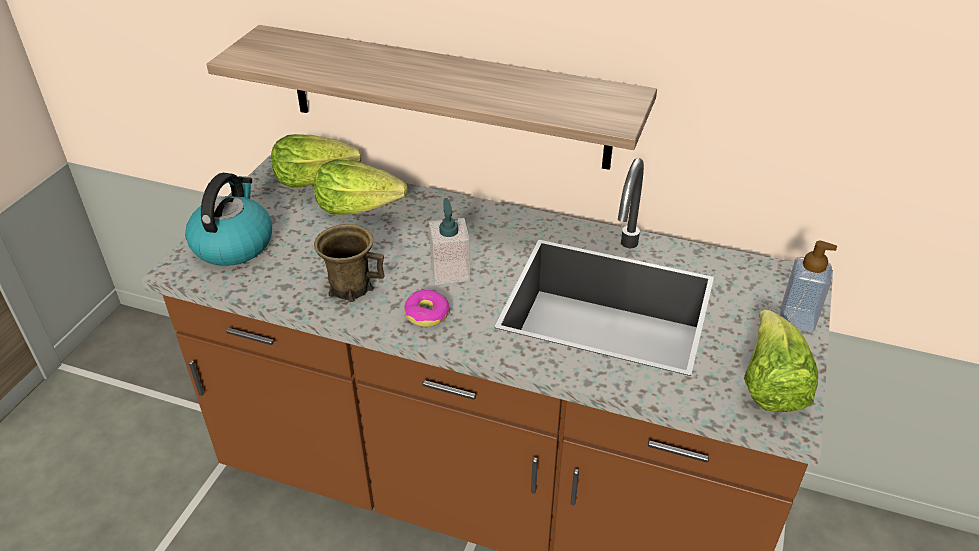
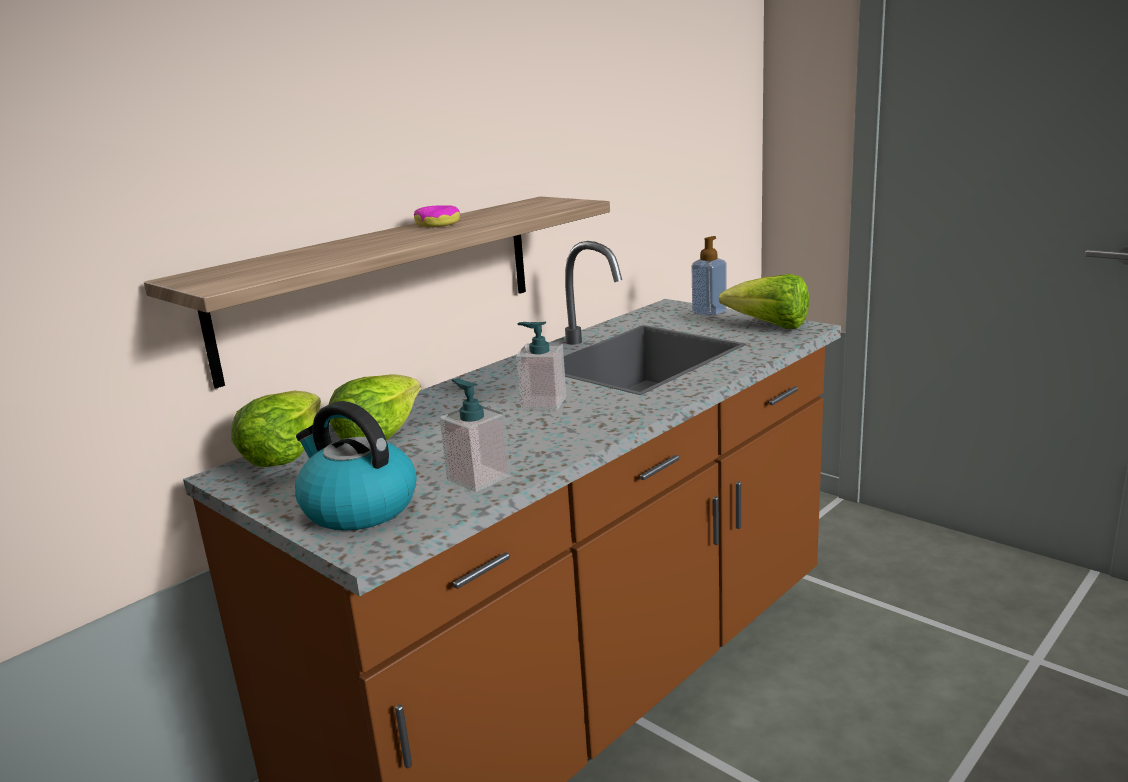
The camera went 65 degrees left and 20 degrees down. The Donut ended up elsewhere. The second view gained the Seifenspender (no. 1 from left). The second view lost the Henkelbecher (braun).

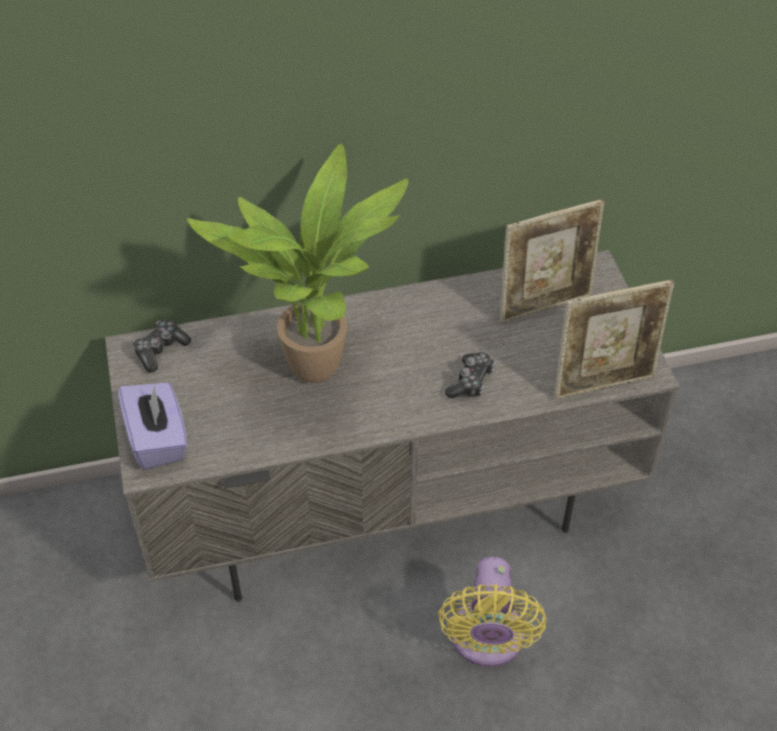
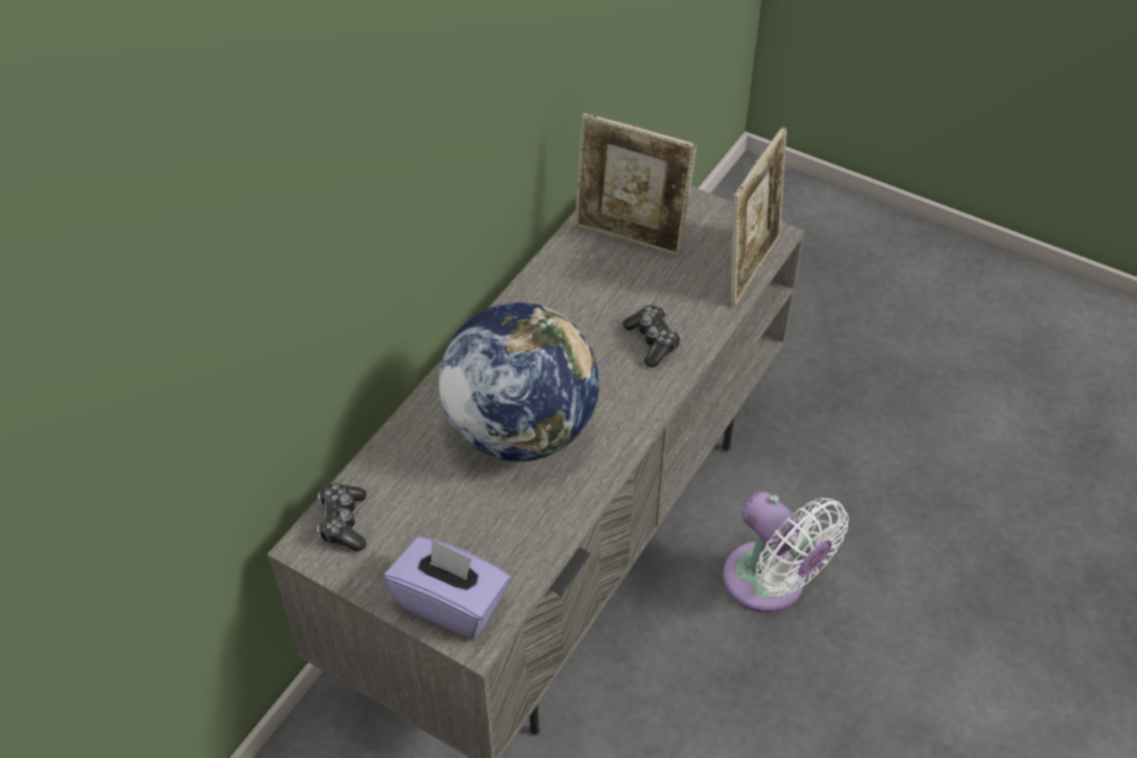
The camera went 45 degrees left and 0 degrees up. Where the Topfpflanze stood, the Globus came to stand. The Bilderrahmen (no. 1 from left) ended up facing another way, 90 degrees clockwise from before. What was the Ventilator (gelb) turned into the Ventilator (weiß).

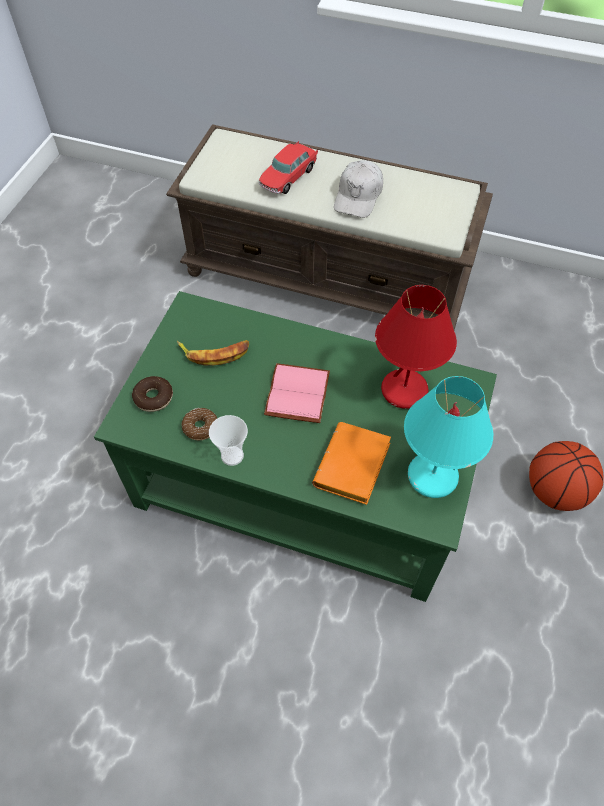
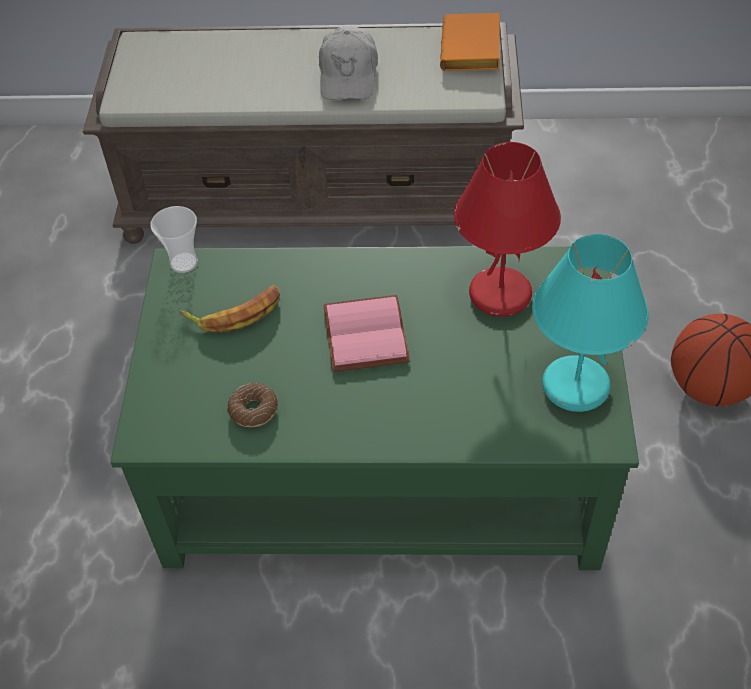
The camera went 15 degrees left and 5 degrees down. The Tasse ended up elsewhere. The Buch (orange) ended up elsewhere. The second view lost the Donut (no. 1 from left). The second view lost the Spielzeugauto.

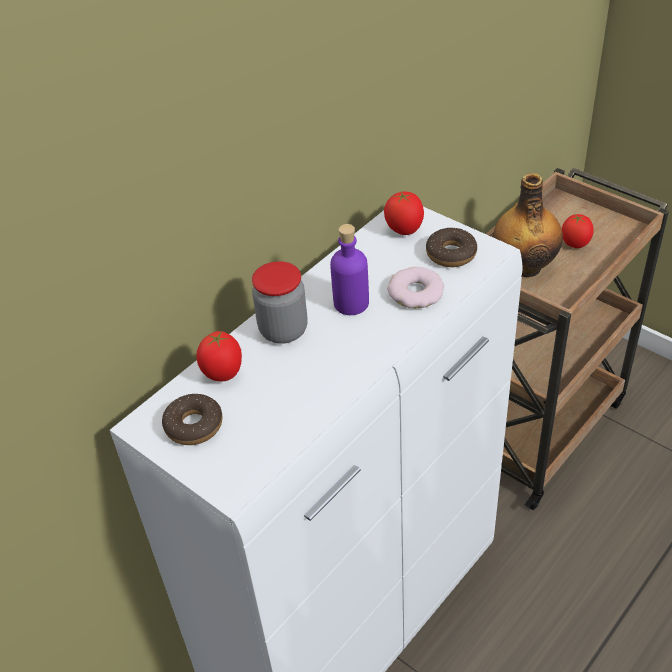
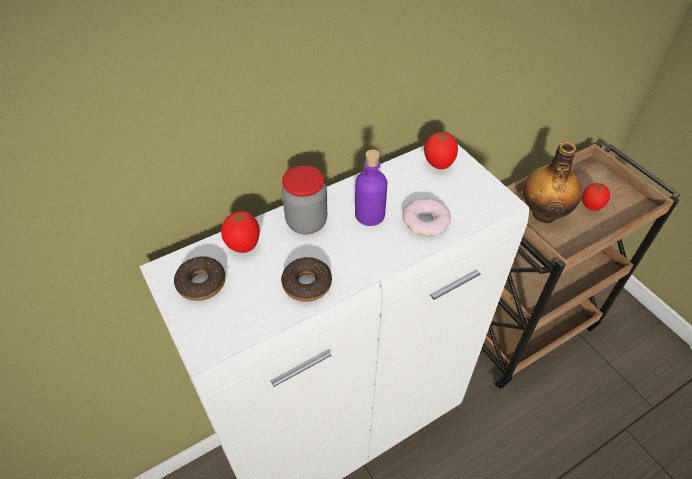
The camera went 15 degrees right and 5 degrees up. The Donut (no. 3 from left in the first image) ended up elsewhere.

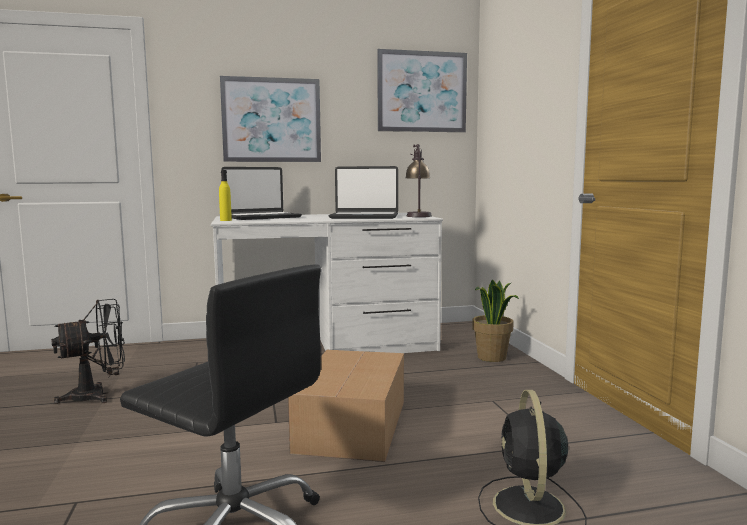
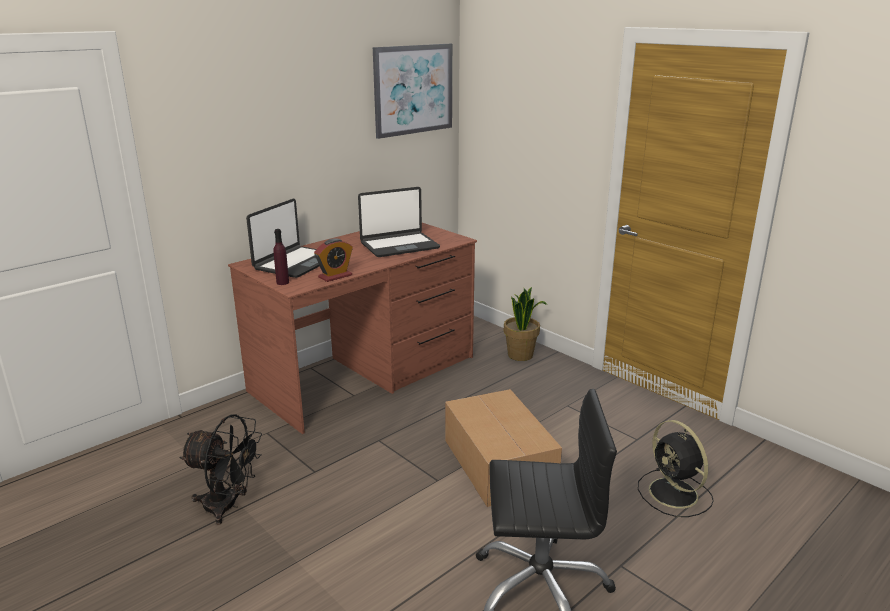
The camera went 30 degrees left and 15 degrees up. The Ventilator (schwarz) (no. 1 from left) ended up facing another way, 75 degrees clockwise from before. What was the Schreibtisch (weiß) turned into the Schreibtisch (braun). What was the Flasche (gelb) turned into the Flasche (lila). The second view gained the Wecker. The second view lost the Bild (no. 1 from left). The second view lost the Tischlampe.

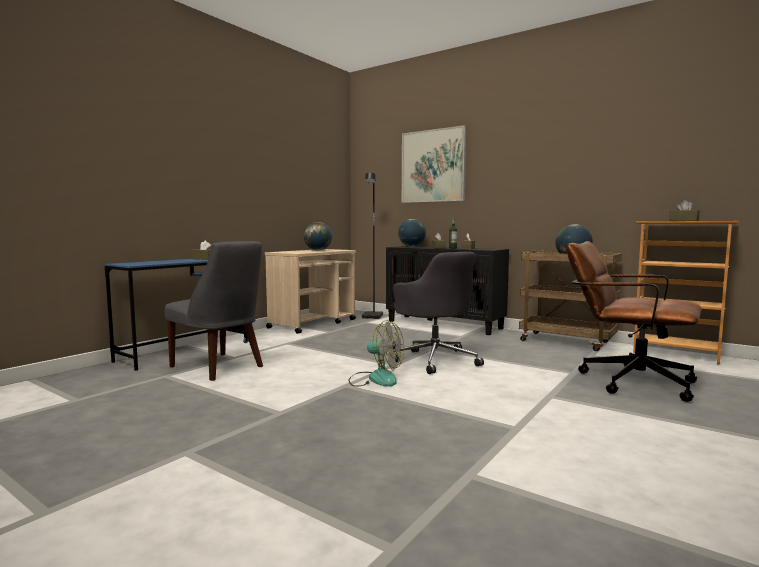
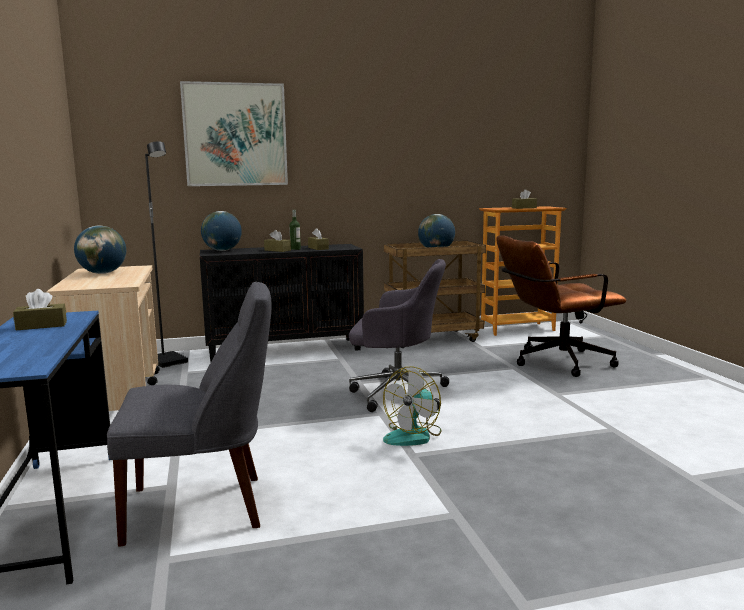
The camera went 50 degrees left and 5 degrees up. The Ventilator ended up facing another way, 150 degrees clockwise from before.

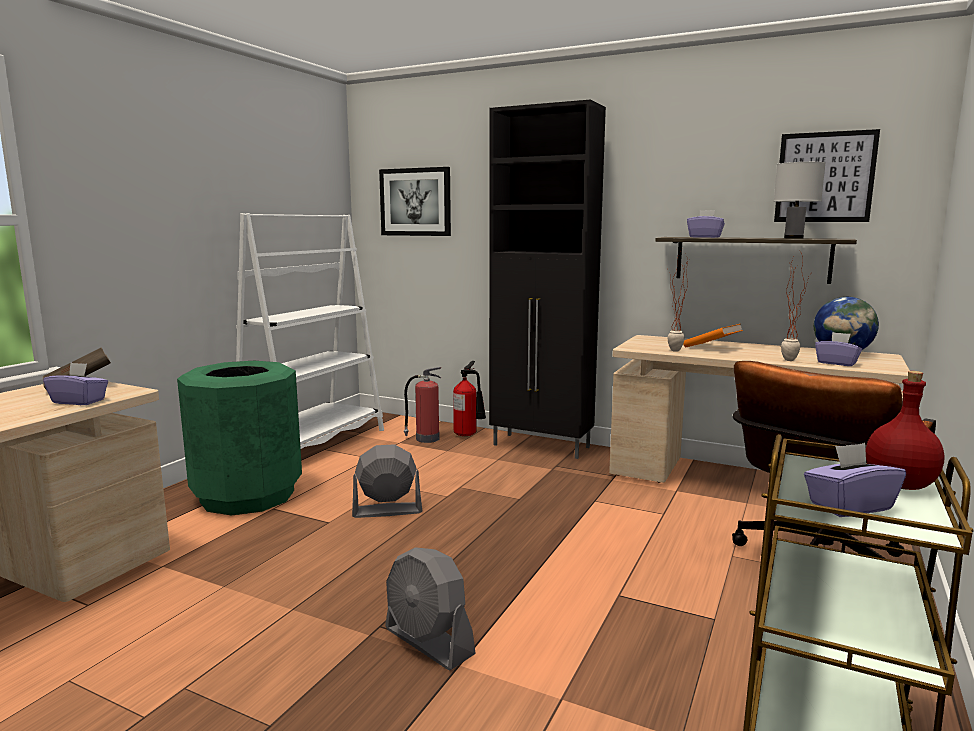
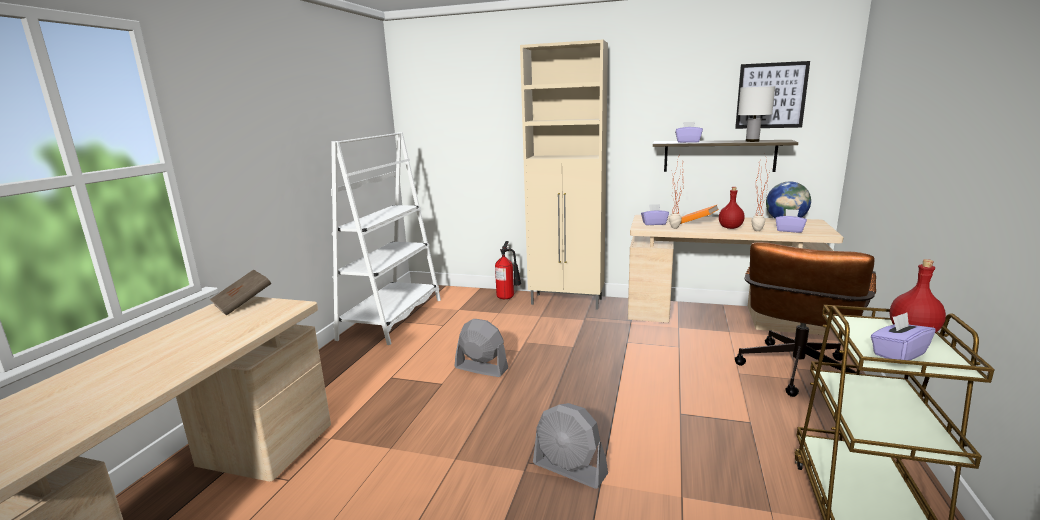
The camera went 10 degrees left and 5 degrees up. The Ventilator (grau) (no. 1 from left) ended up facing another way, 45 degrees clockwise from before. What was the Schrank (schwarz) turned into the Schrank (beige). The Taschentuchbox (lila) (no. 1 from left) ended up elsewhere. The second view gained the Flasche (rot) (no. 1 from left). The second view lost the Mülleimer (grün). The second view lost the Bild (no. 1 from left). The second view lost the Feuerlöscher (no. 1 from left).

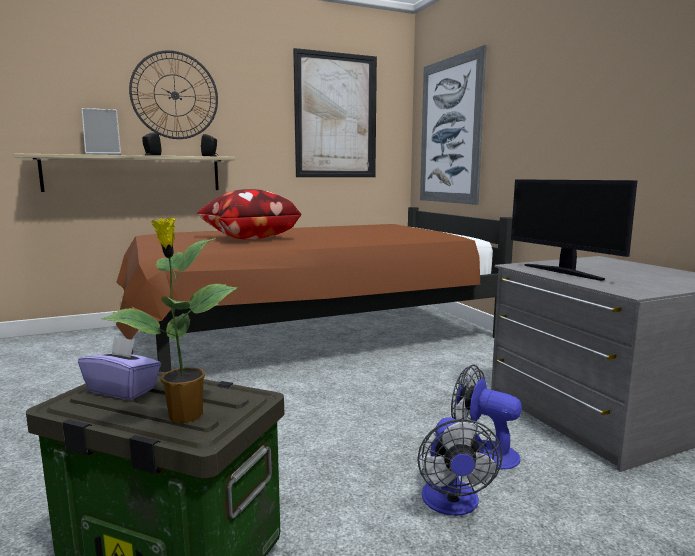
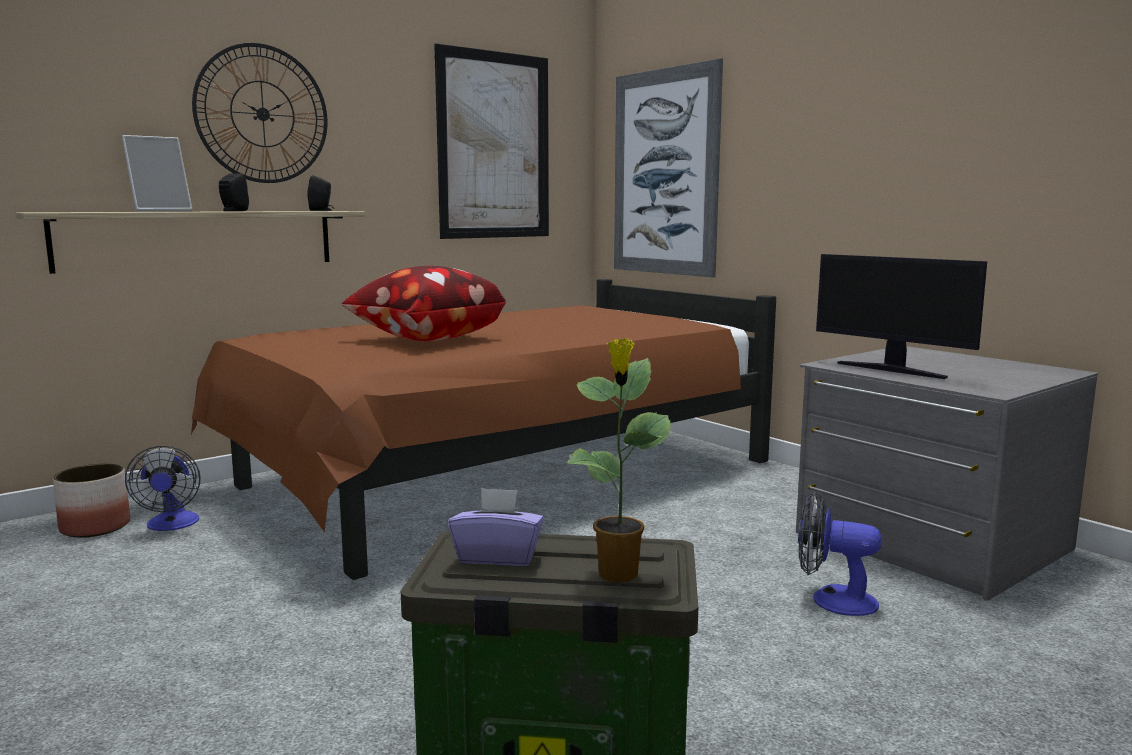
The camera went 15 degrees left and 0 degrees up. The second view gained the Pflanzkübel. The Ventilator (no. 1 from left) ended up elsewhere.

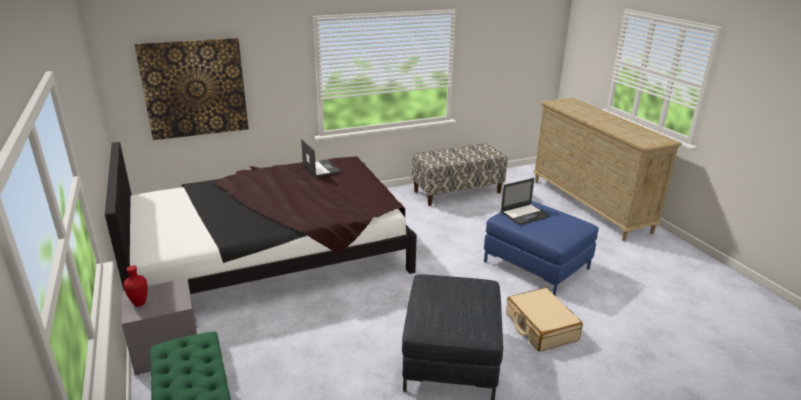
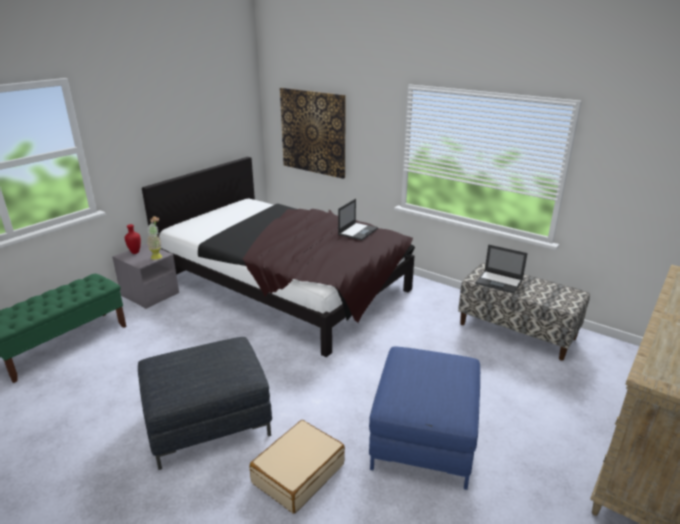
The camera went 60 degrees right and 0 degrees up. The second view gained the Topfpflanze. The Laptop (no. 2 from left) ended up elsewhere.

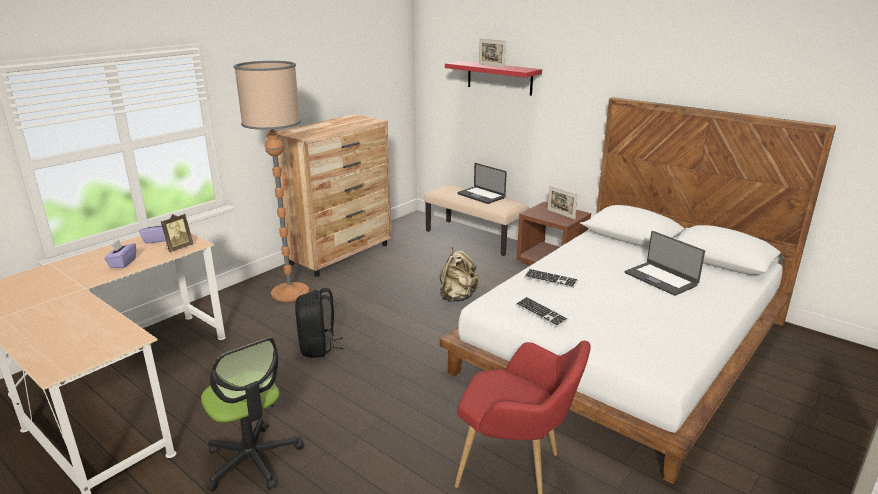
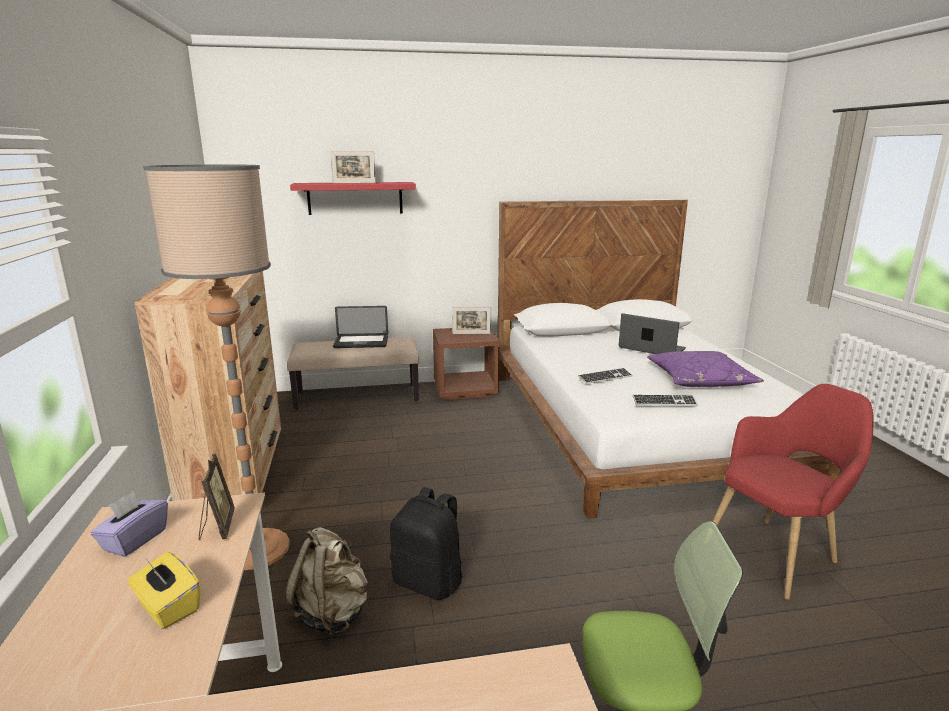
The camera went 50 degrees left and 5 degrees down. What was the Taschentuchbox (lila) (no. 1 from left) turned into the Taschentuchbox (gelb). The Rucksack (beige) ended up elsewhere. The Laptop (no. 2 from left) ended up facing another way, 150 degrees counterclockwise from before. The second view gained the Kissen (lila).

